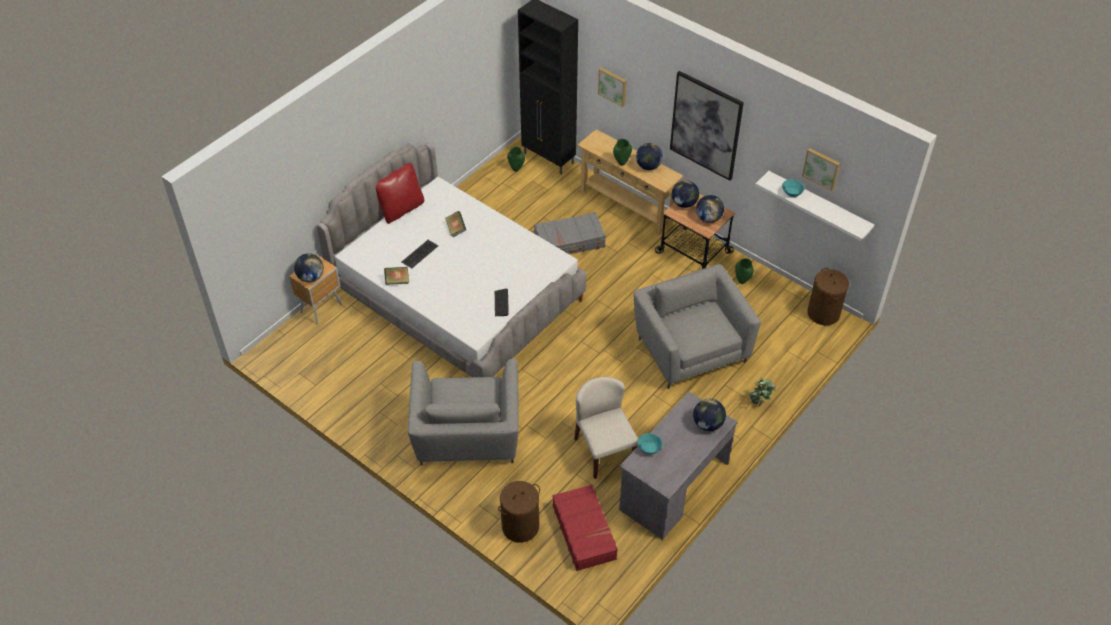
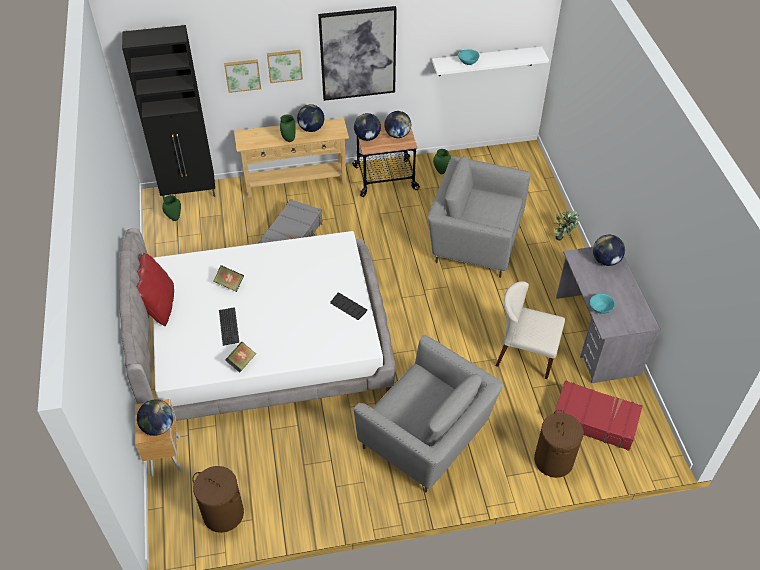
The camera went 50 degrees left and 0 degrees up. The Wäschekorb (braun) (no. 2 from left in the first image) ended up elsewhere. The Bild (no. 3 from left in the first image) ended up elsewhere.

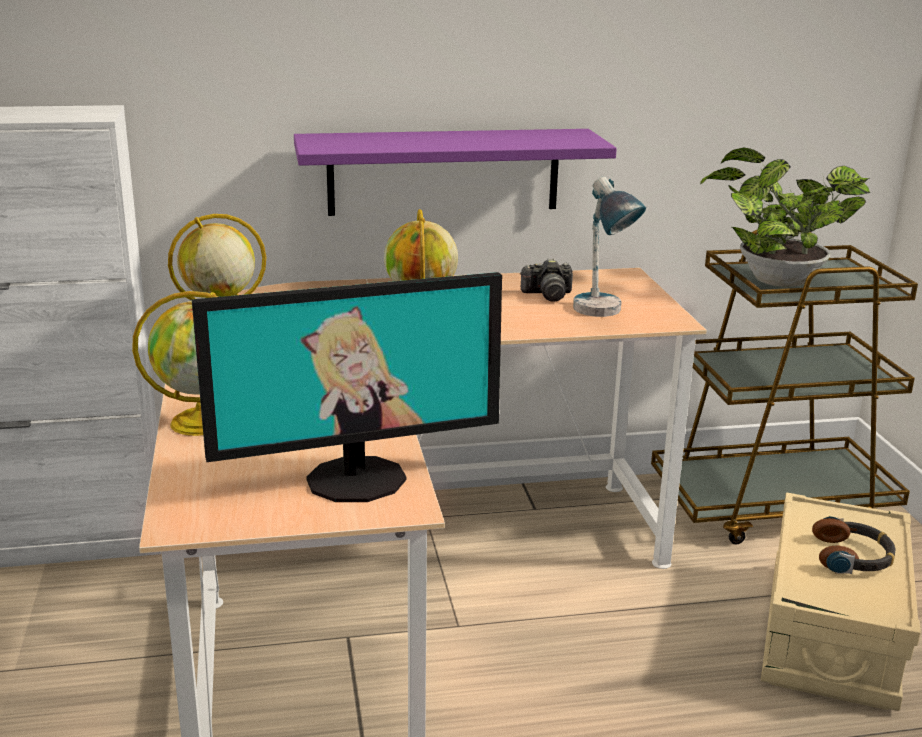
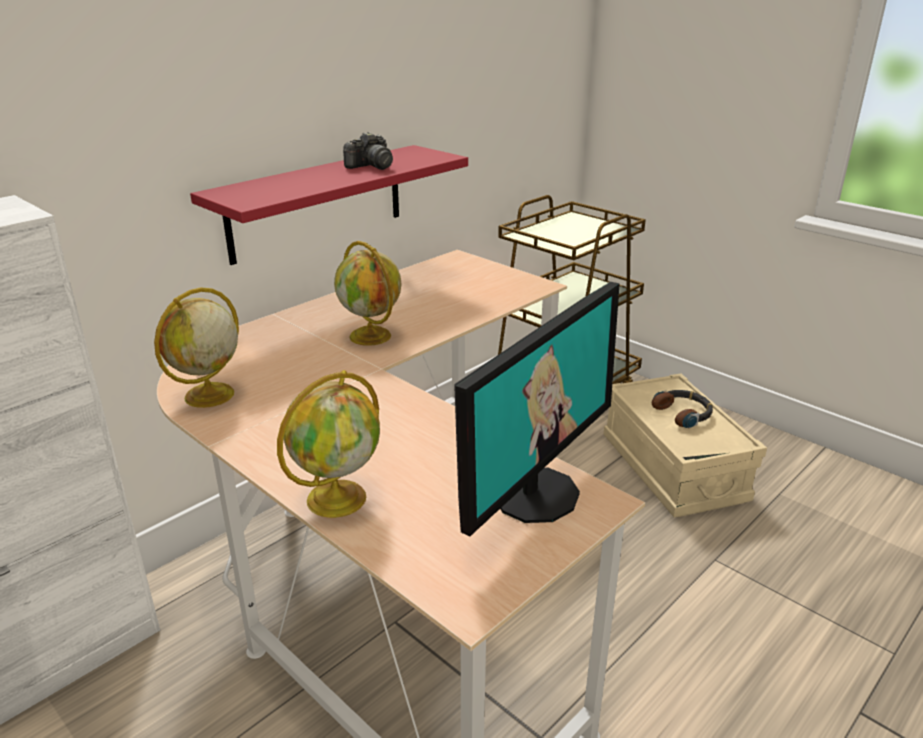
The camera went 35 degrees left and 5 degrees up. What was the Wandregal (lila) turned into the Wandregal (rot). The Kamera ended up elsewhere. The second view lost the Tischlampe. The second view lost the Topfpflanze.

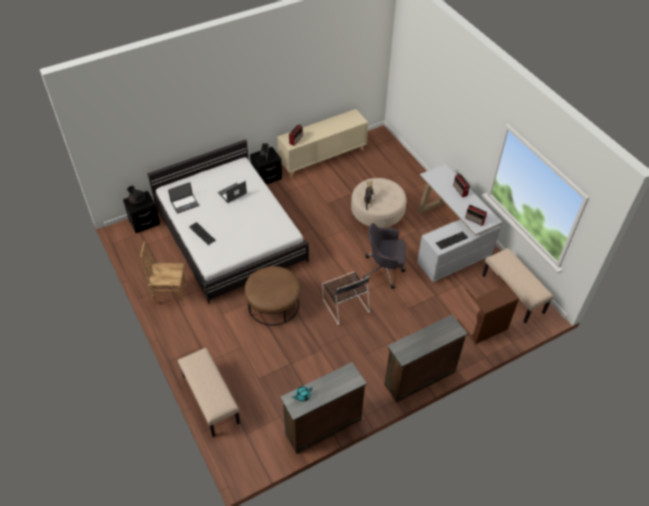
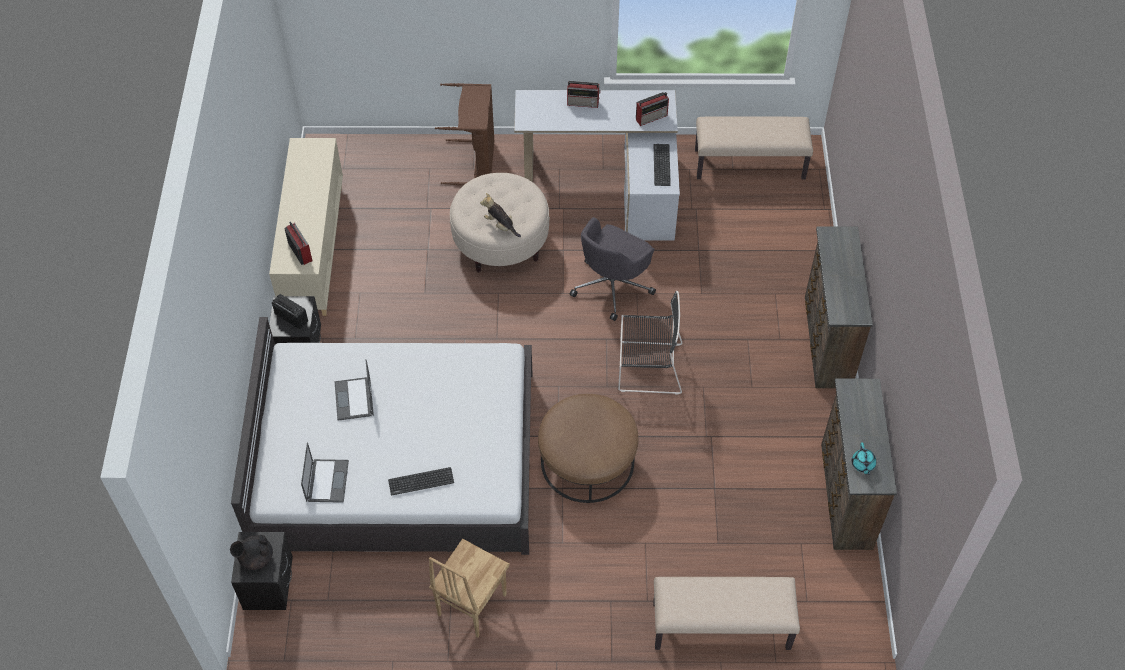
The camera went 60 degrees left and 5 degrees up. The Wäschekorb (braun) ended up elsewhere.

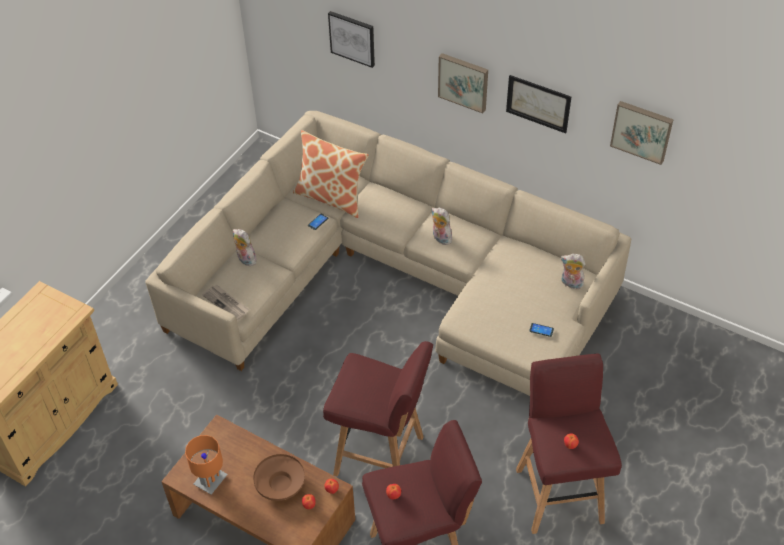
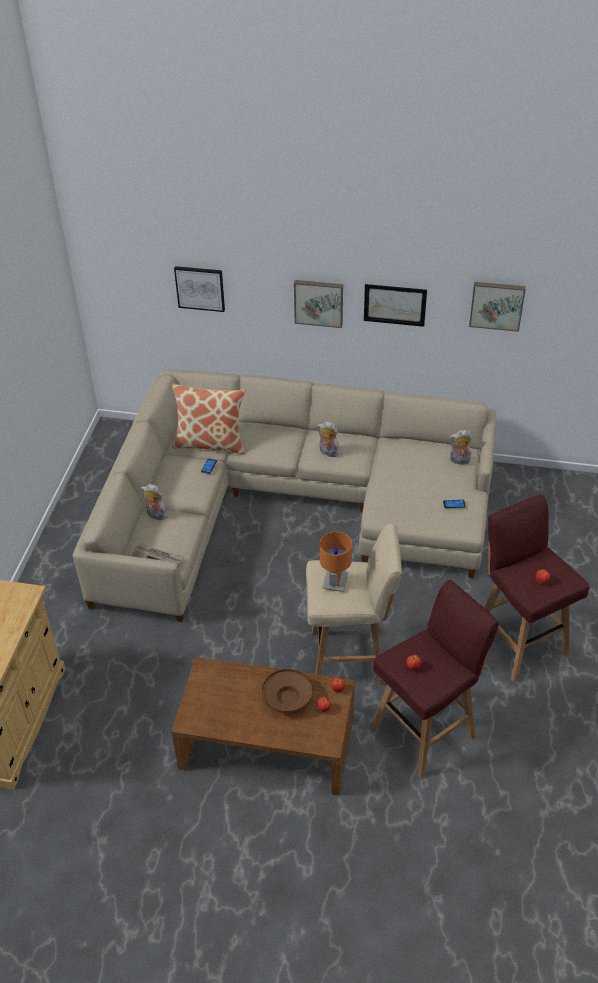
The camera went 20 degrees left and 5 degrees down. What was the Hocker (rot) (no. 1 from left) turned into the Hocker (beige). The Tischlampe (orange) ended up elsewhere.

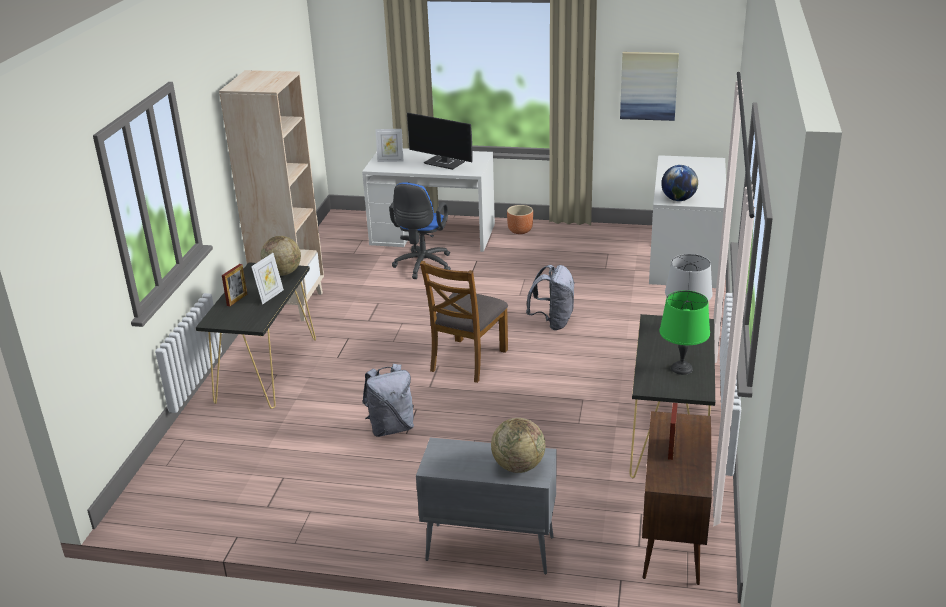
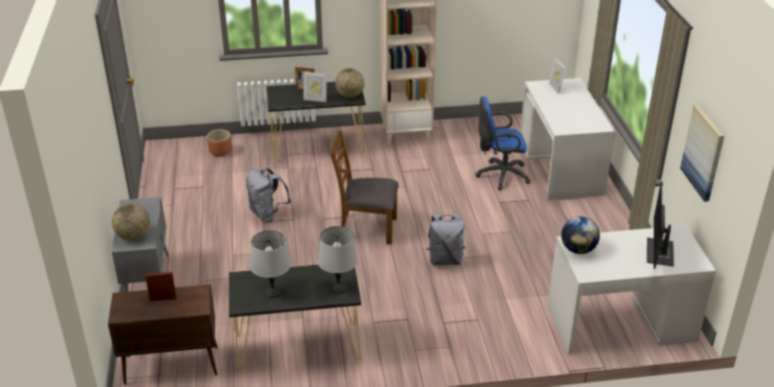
The camera went 70 degrees right and 5 degrees up. The Pflanzkübel (braun) ended up elsewhere. What was the Tischlampe (grün) turned into the Tischlampe (grau) (no. 1 from left). The Monitor ended up elsewhere.

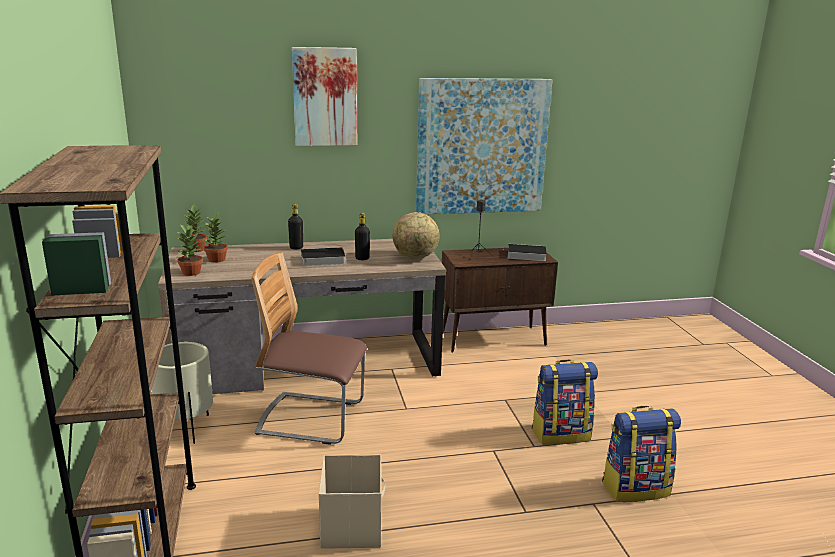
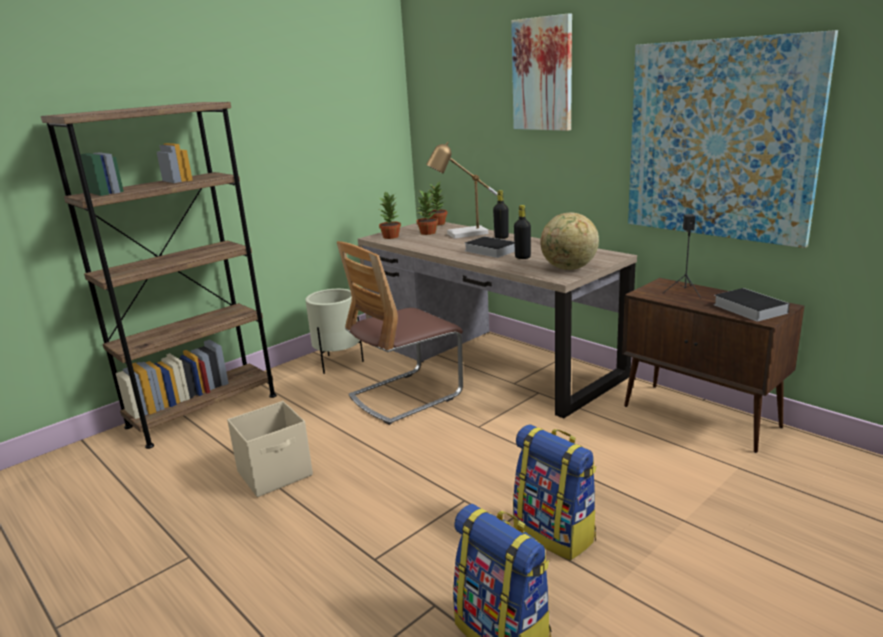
The camera went 60 degrees right and 0 degrees up. The Stuhl ended up facing another way, 105 degrees counterclockwise from before. The second view gained the Tischlampe.

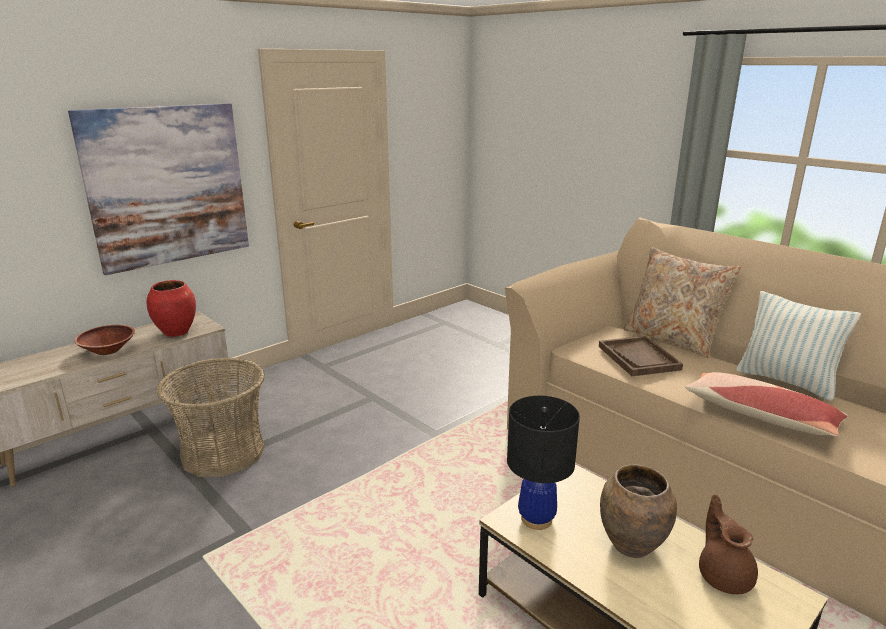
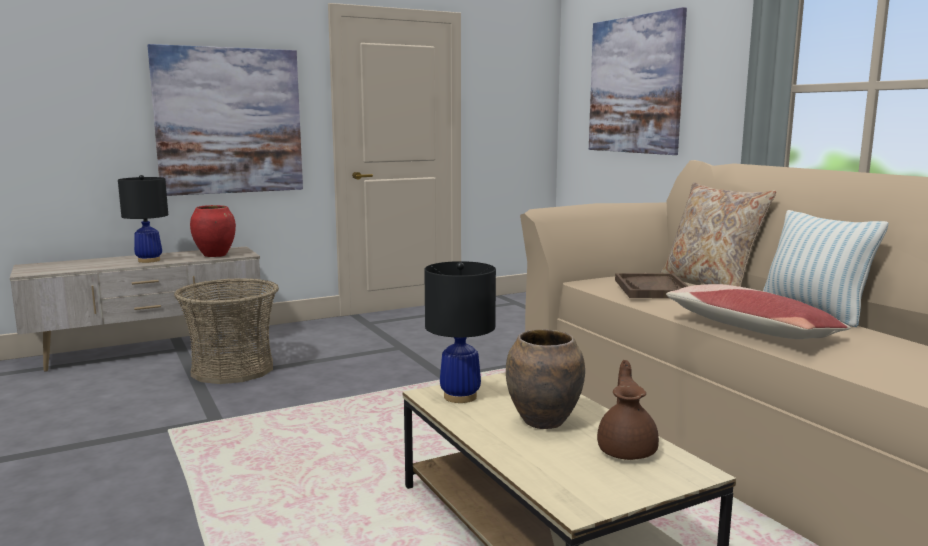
The camera went 15 degrees right and 10 degrees down. Where the Schüssel (braun) stood, the Tischlampe (schwarz) (no. 1 from left) came to stand. The second view gained the Bild (no. 2 from left).

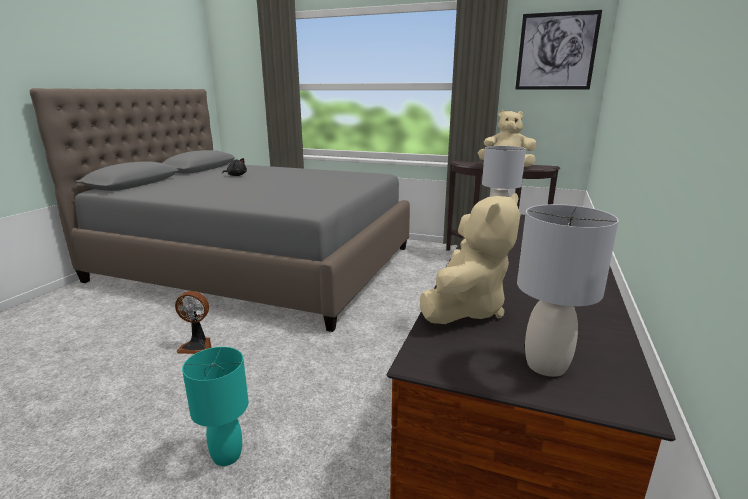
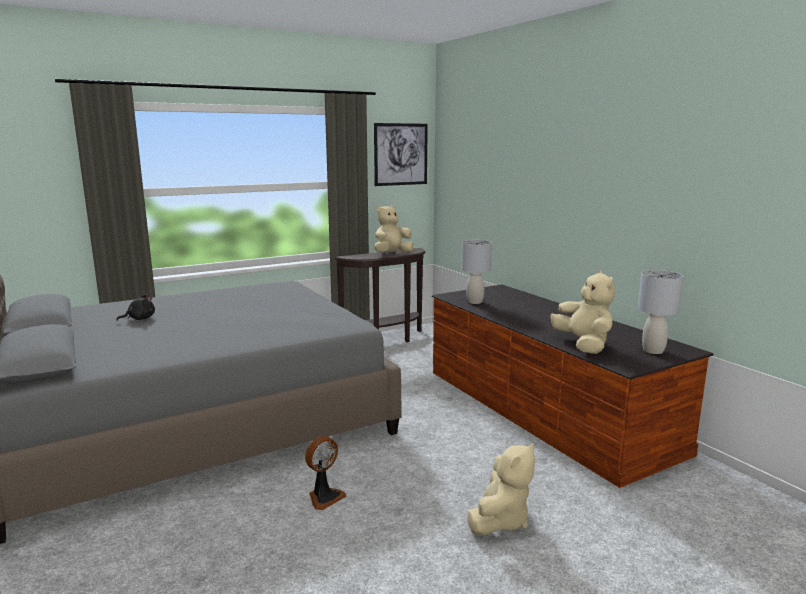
The camera went 50 degrees left and 5 degrees down. Where the Tischlampe (türkis) stood, the Plüschtier (beige) (no. 2 from left) came to stand.

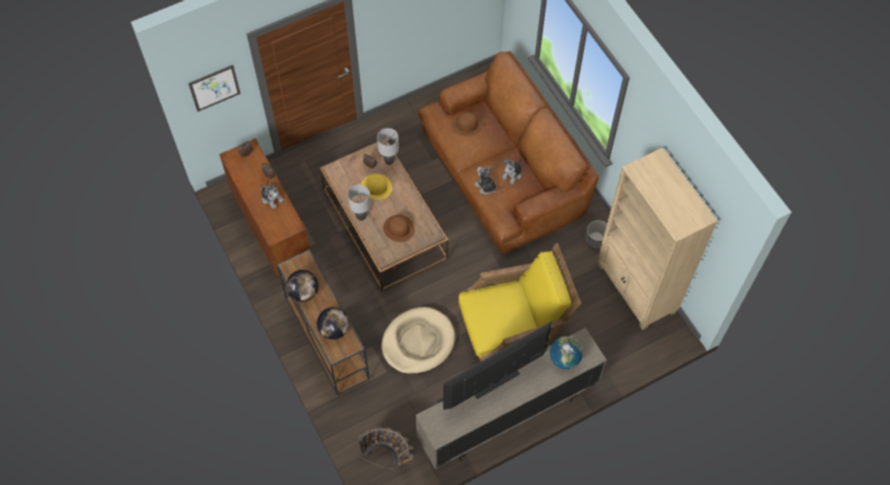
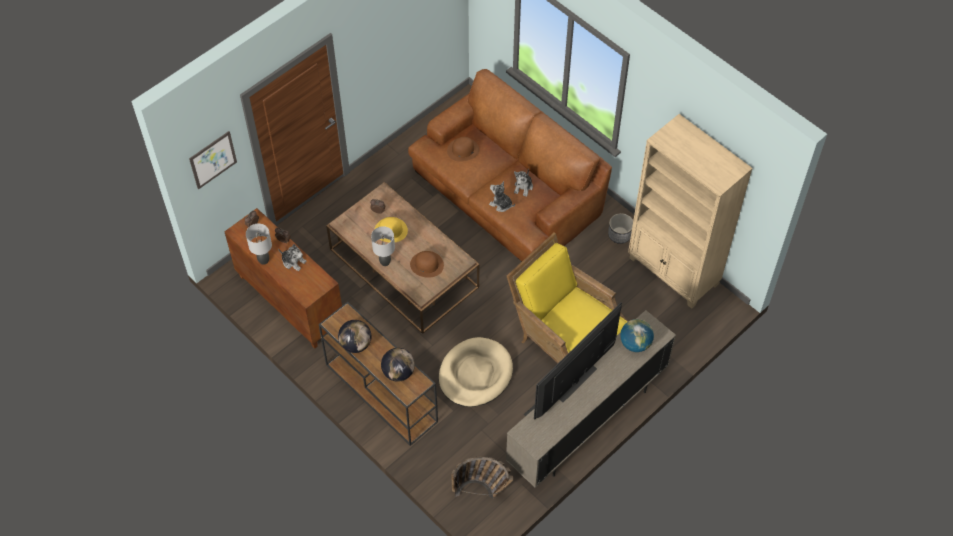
The camera went 15 degrees left and 5 degrees down. The Tischlampe (grau) (no. 2 from left in the first image) ended up elsewhere. The Sessel (gelb) ended up facing another way, 105 degrees counterclockwise from before.

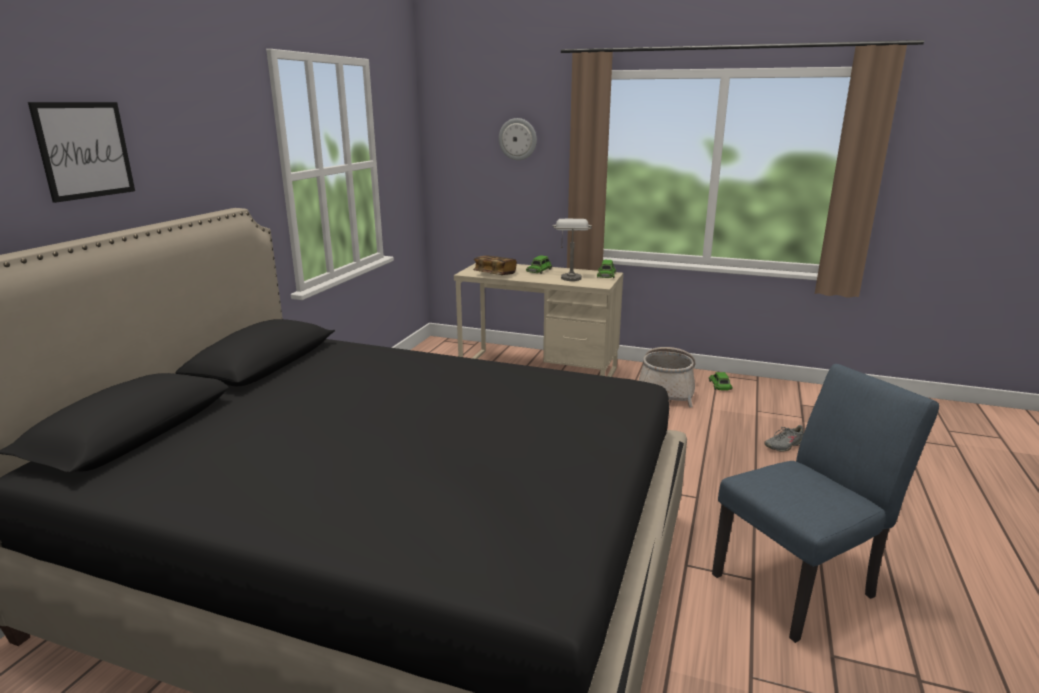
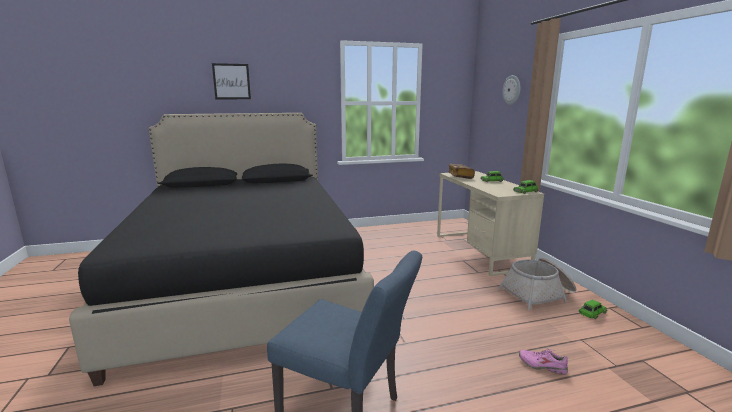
The camera went 55 degrees right and 5 degrees down. What was the Schuh (grau) turned into the Schuh (rosa). The second view lost the Tischlampe (grau).

